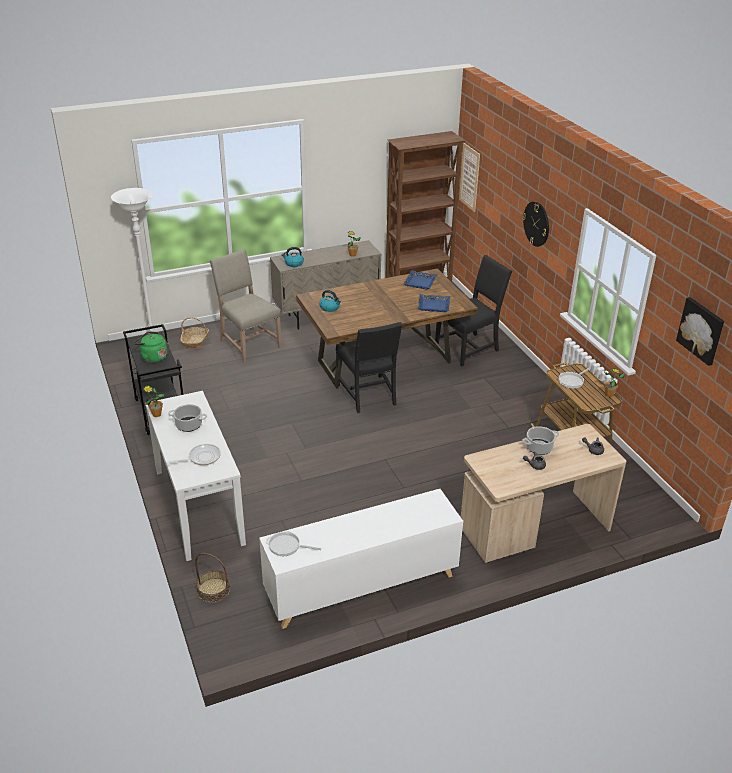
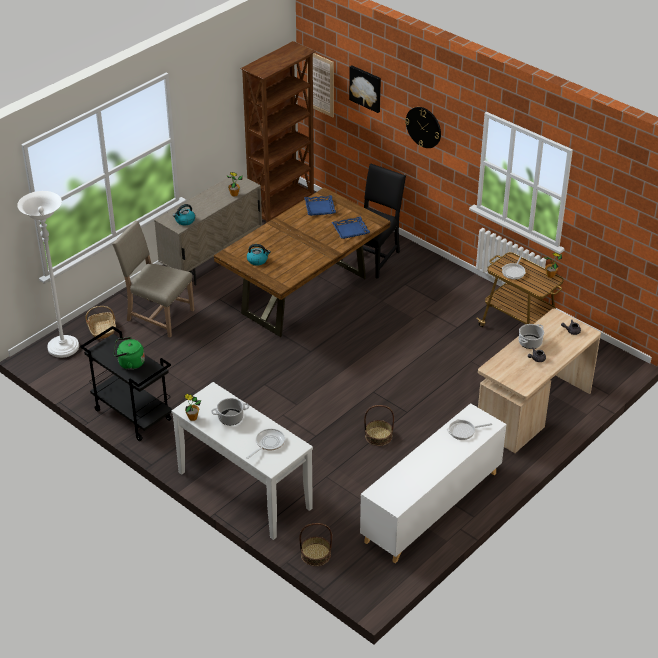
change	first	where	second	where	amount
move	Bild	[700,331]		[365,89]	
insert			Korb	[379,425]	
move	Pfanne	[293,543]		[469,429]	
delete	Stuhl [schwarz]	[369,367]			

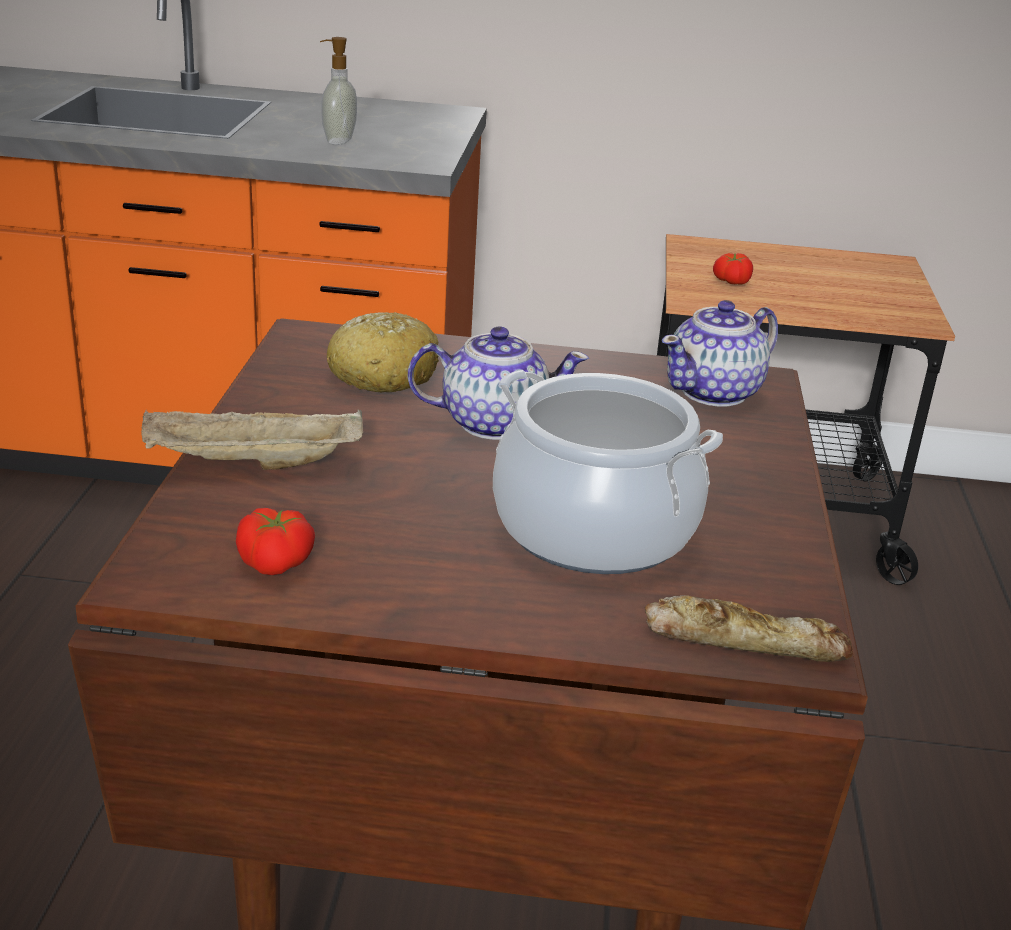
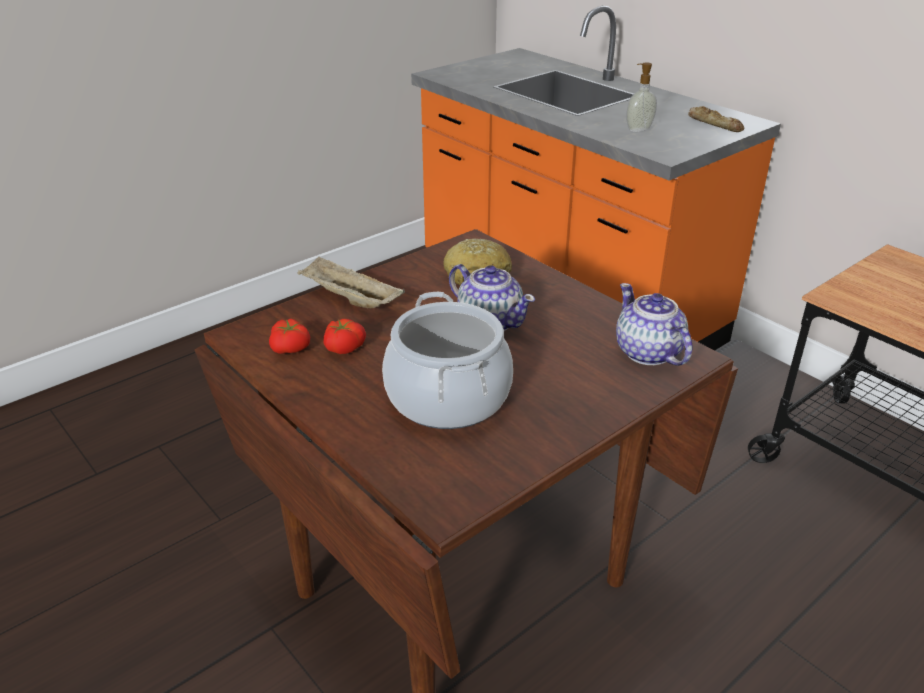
change	first	where	second	where	amount
move	Tomate	[733,269]		[345,336]	
rotate	Teekanne	[720,353]		[654,324]	60 degrees clockwise
move	Brot	[749,628]		[716,119]	

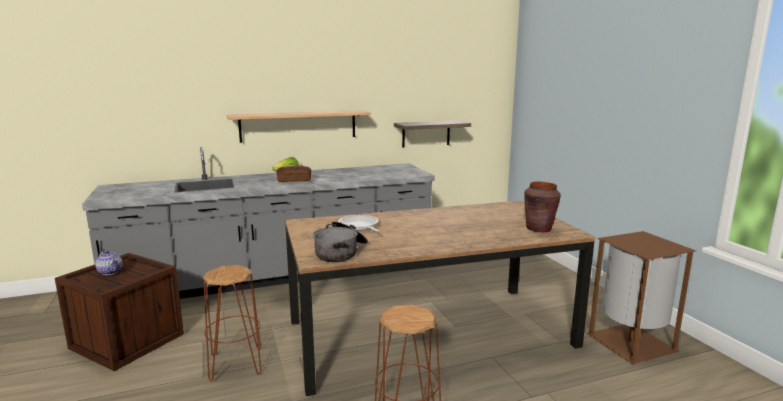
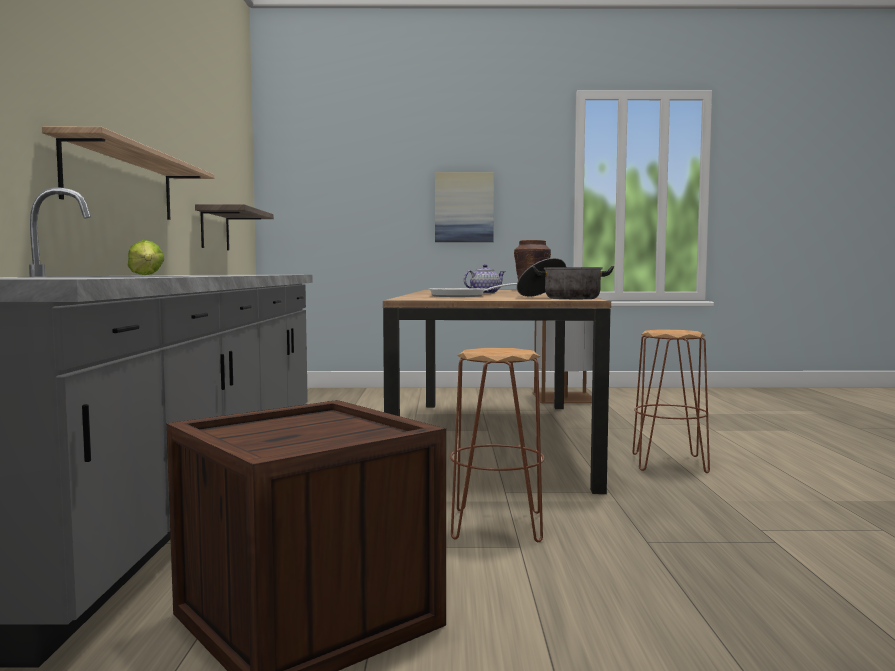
change	first	where	second	where	amount
insert			Bild	[464,207]	
move	Teekanne	[109,262]		[484,279]	
delete	Brot	[294,174]			

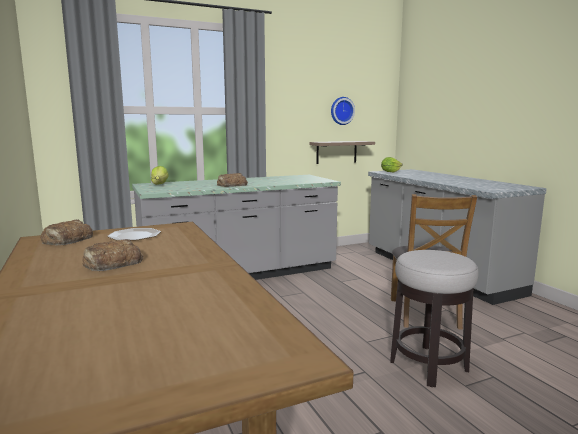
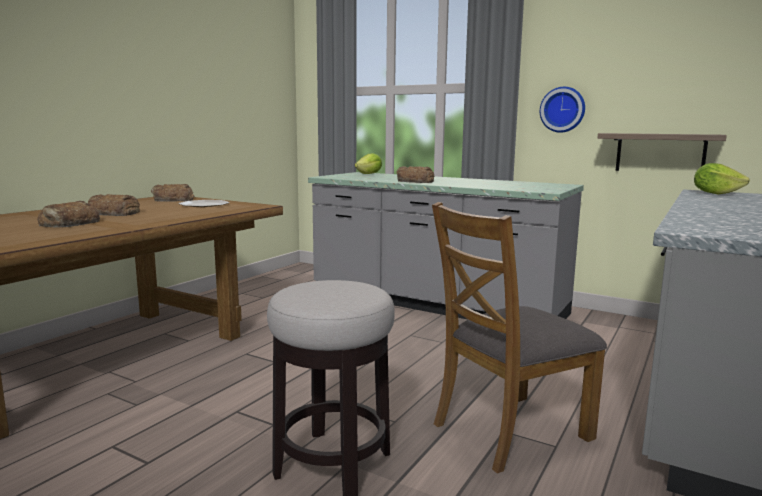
change	first	where	second	where	amount
insert			Brot	[68,214]	
move	Wanduhr	[343,111]		[562,110]	

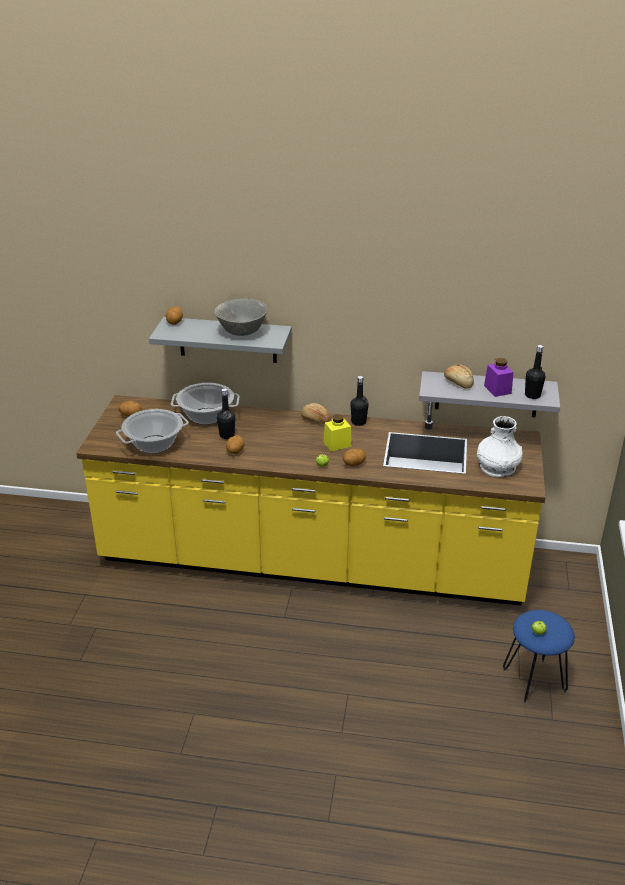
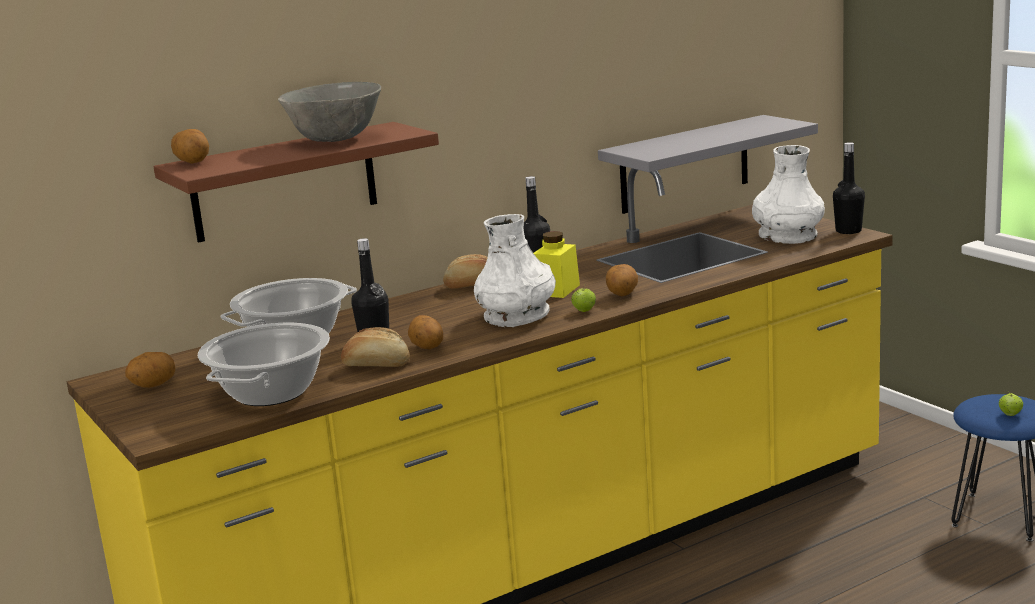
change	first	where	second	where	amount
recolor	Wandregal [grau]	[220,340]	Wandregal [braun]	[296,182]	
move	Brot	[459,376]		[375,347]	
insert			Vase [weiß]	[515,270]	
move	Flasche [schwarz]	[535,372]		[849,188]	
delete	Vorratsglas [lila]	[498,377]			

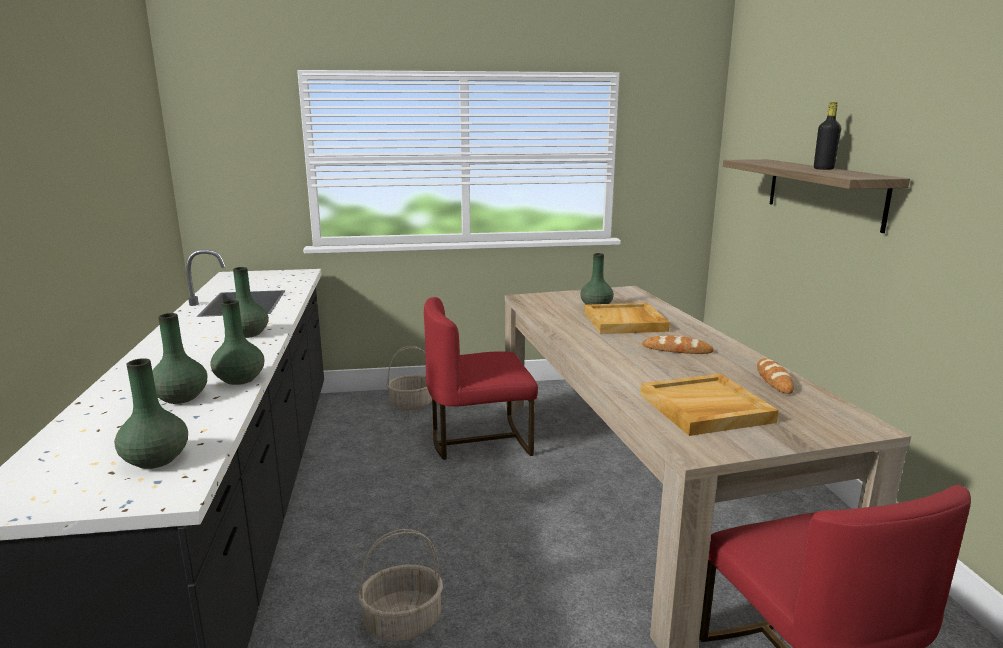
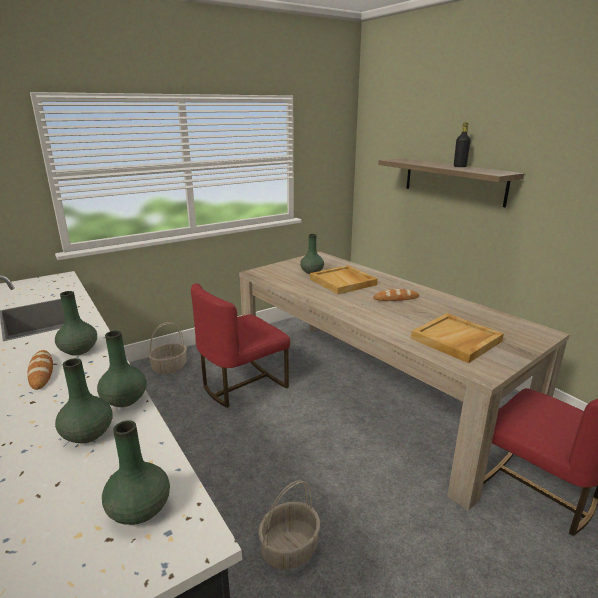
change	first	where	second	where	amount
move	Brot	[775,376]		[40,370]	

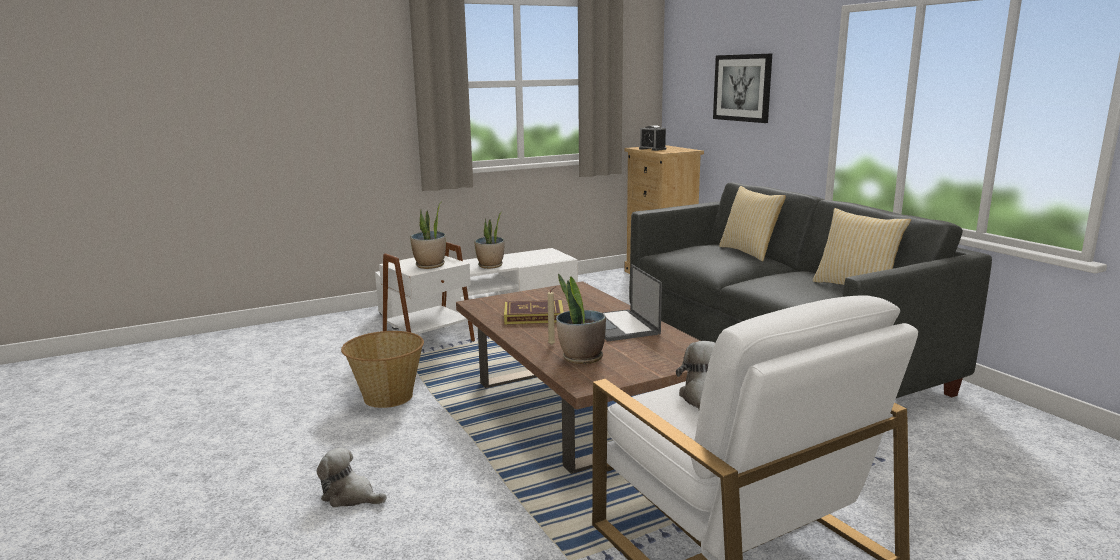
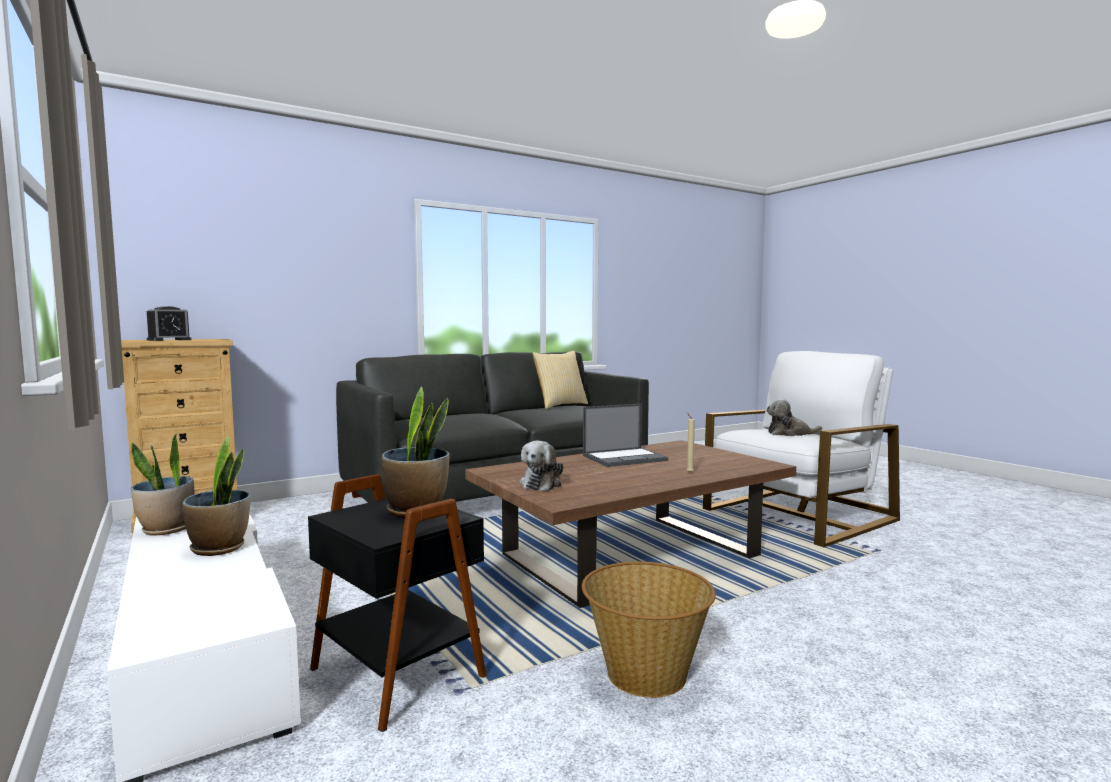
change	first	where	second	where	amount
move	Topfpflanze	[581,318]		[162,484]	
recolor	Beistelltisch [weiß]	[427,292]	Beistelltisch [schwarz]	[397,603]	
move	Plüschtier	[351,477]		[542,465]	
delete	Buch	[534,312]			
delete	Bild	[742,88]			
delete	Kissen	[752,224]			

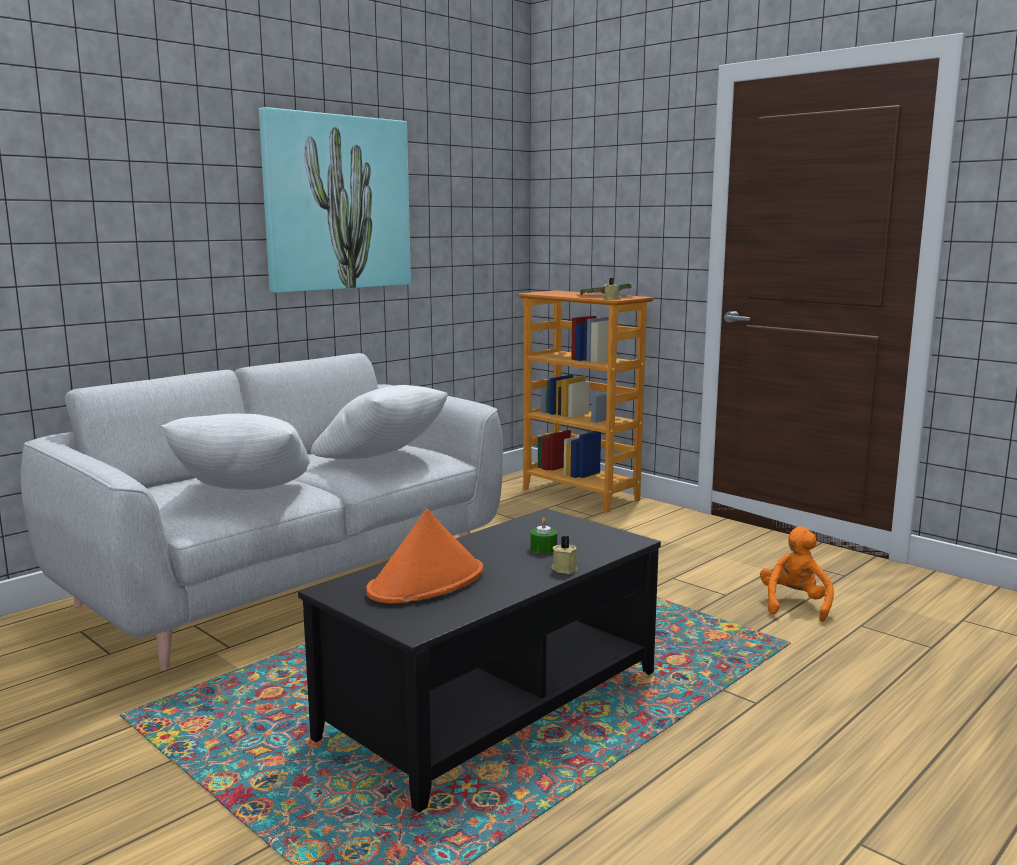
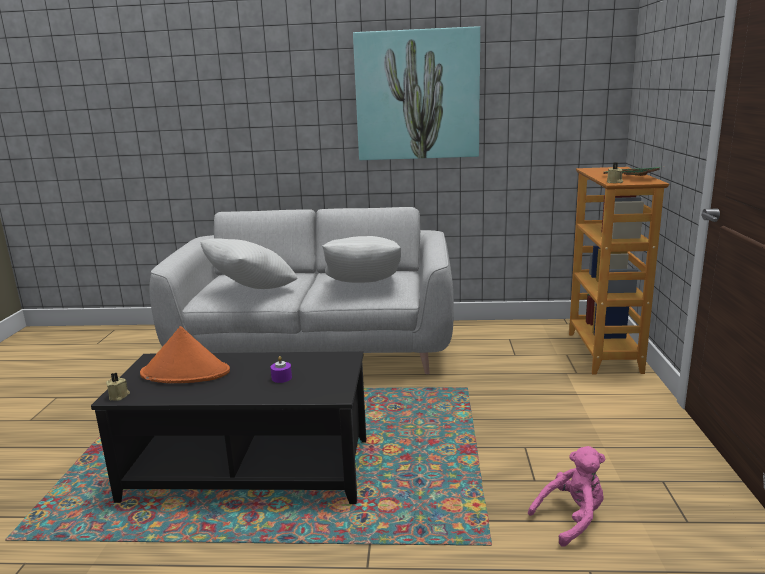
change	first	where	second	where	amount
move	Kerze [beige]	[564,555]		[118,386]	
recolor	Kerze [grün]	[543,536]	Kerze [lila]	[281,369]	
recolor	Plüschtier [orange]	[797,574]	Plüschtier [rosa]	[566,496]	

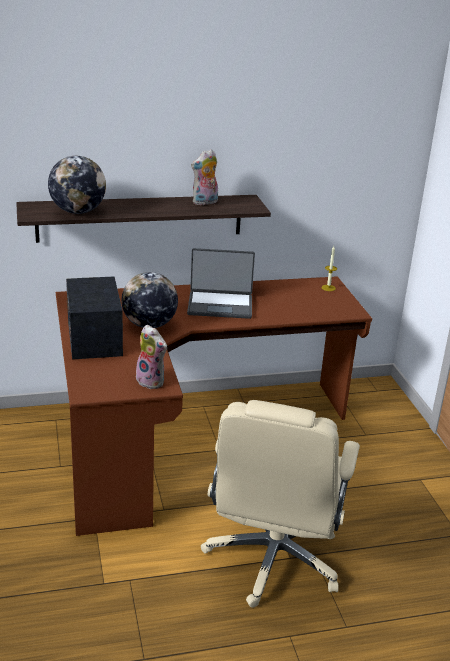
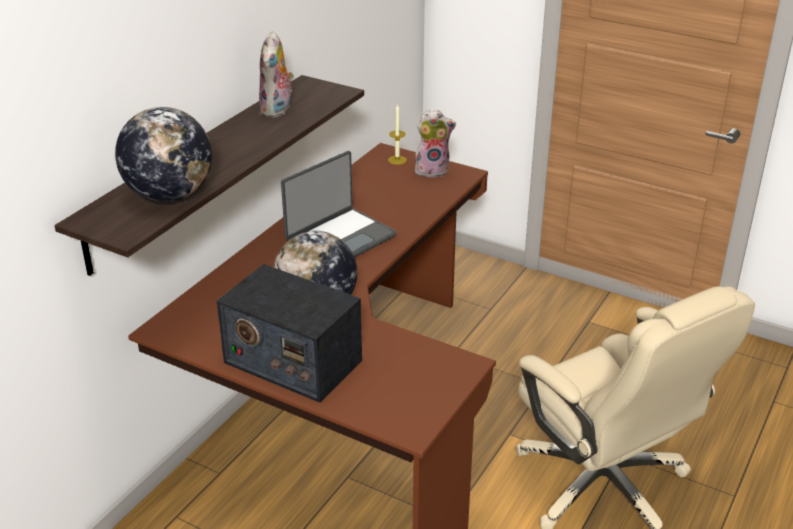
change	first	where	second	where	amount
move	Plüschtier	[151,357]		[435,144]	

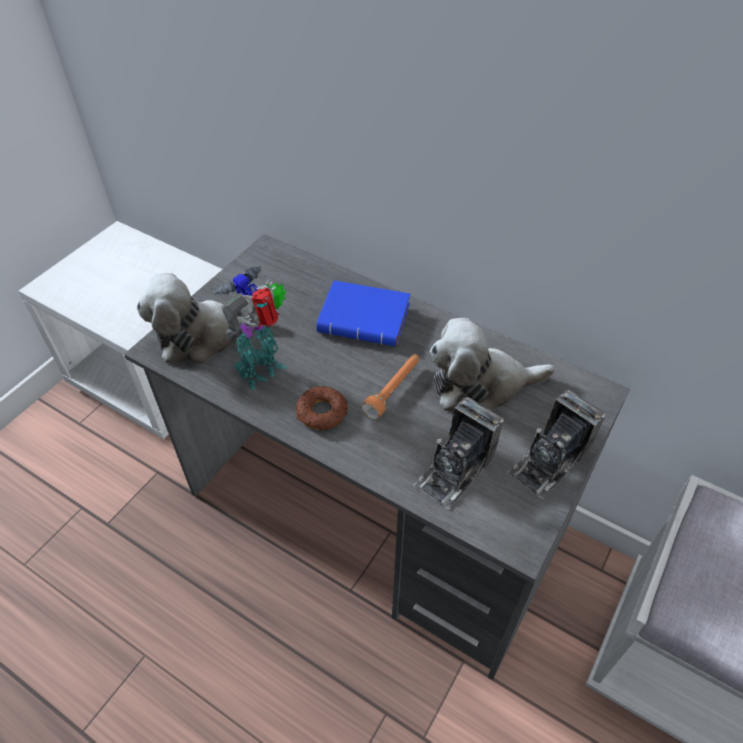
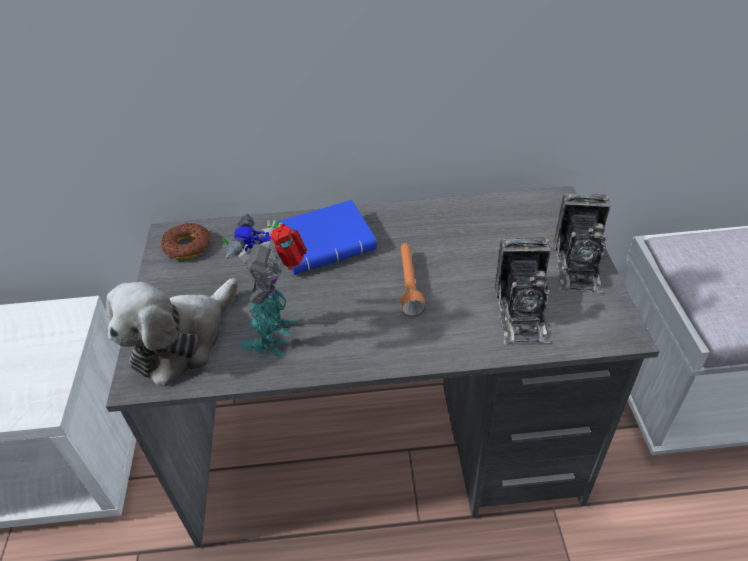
change	first	where	second	where	amount
move	Donut	[322,408]		[186,241]	
delete	Plüschtier	[492,365]			

